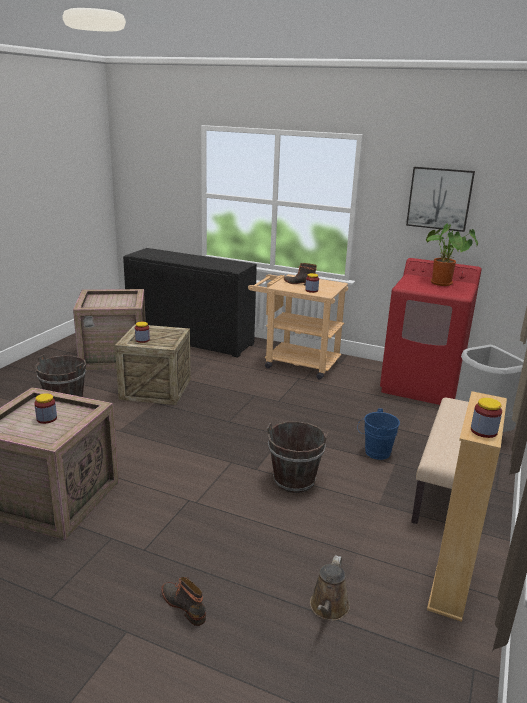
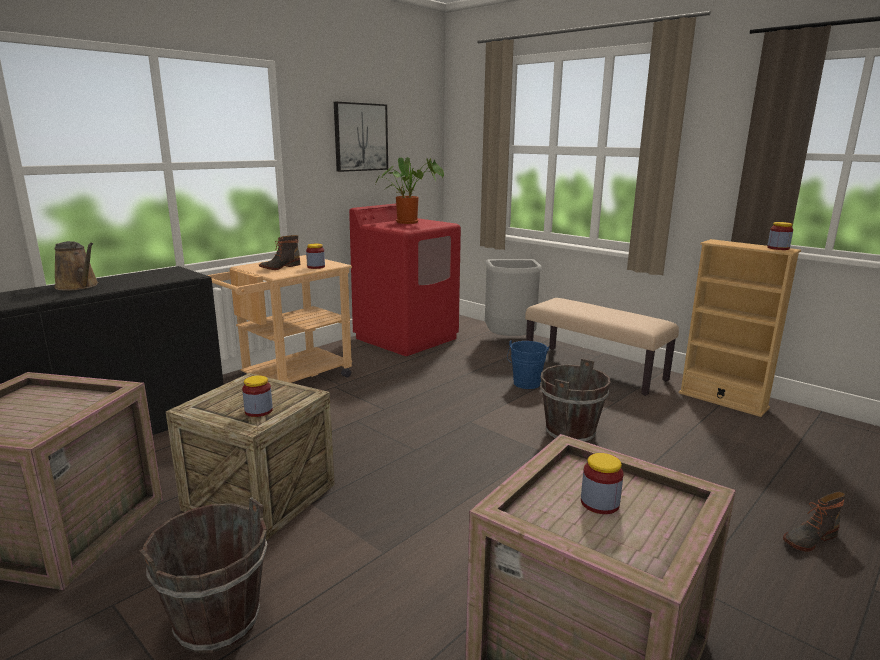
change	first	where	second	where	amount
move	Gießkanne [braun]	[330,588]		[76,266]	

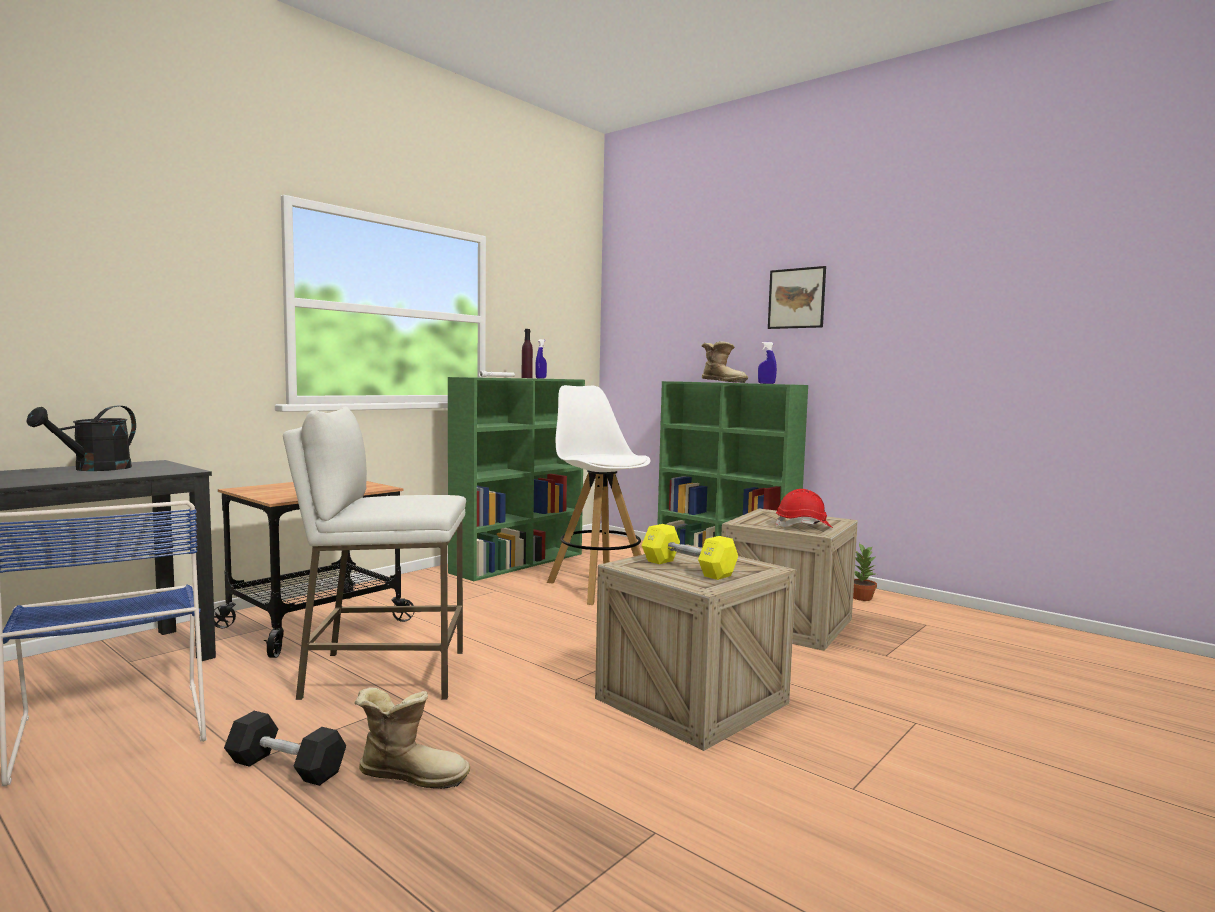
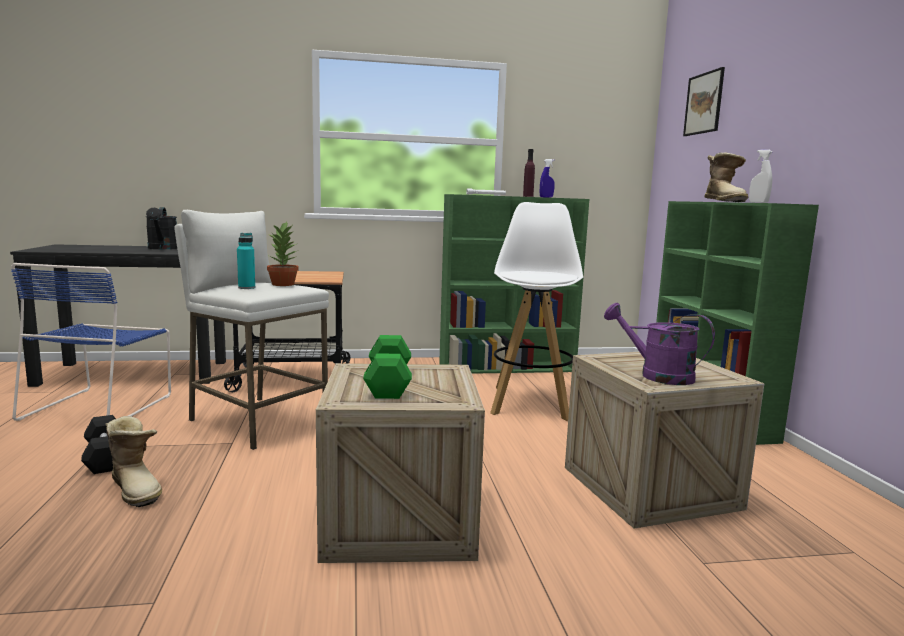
change	first	where	second	where	amount
rotate	Gießkanne [schwarz]	[81,438]		[161,228]	75 degrees counterclockwise
insert			Flasche [türkis]	[246,261]	
move	Topfpflanze	[865,572]		[283,254]	
recolor	Hantel [gelb]	[689,552]	Hantel [grün]	[387,367]	
replace	Schutzhelm [rot]	[804,508]	Gießkanne [lila]	[659,344]	
move	Bild	[797,297]		[704,101]	
recolor	Sprühflasche [blau]	[767,363]	Sprühflasche [weiß]	[760,176]	

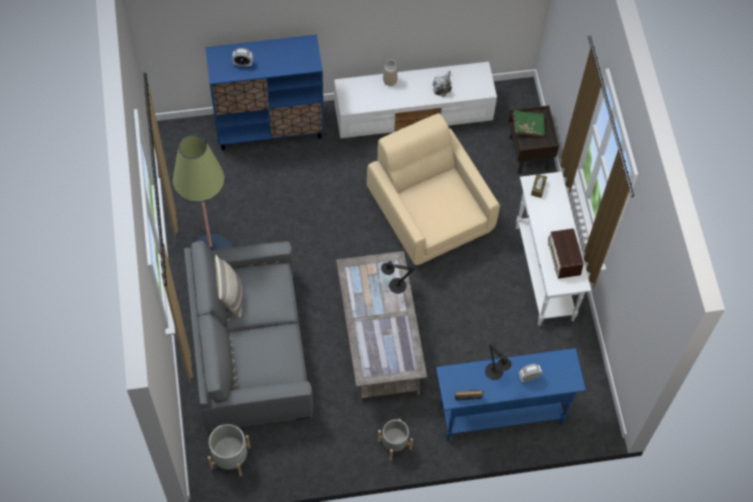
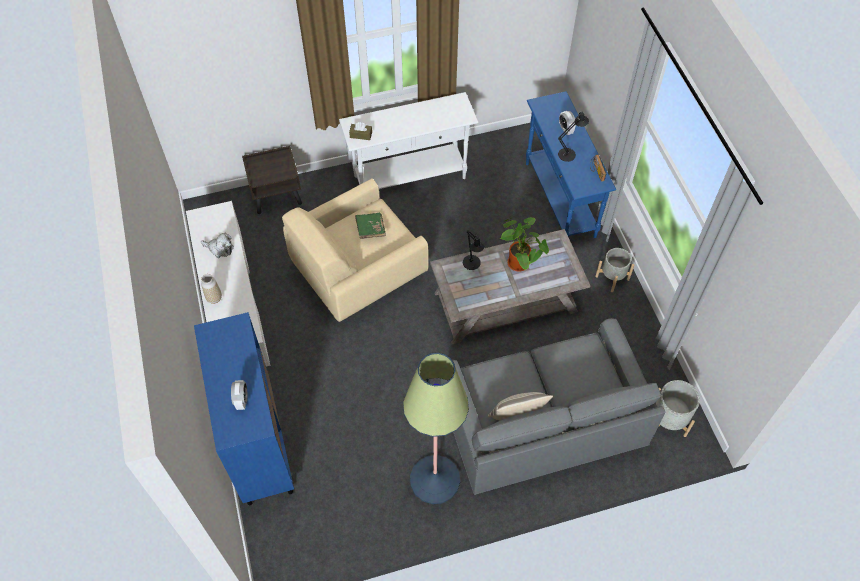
change	first	where	second	where	amount
move	Buch [grün]	[529,123]		[370,226]	
insert			Topfpflanze	[524,245]	
delete	Radio	[566,253]			

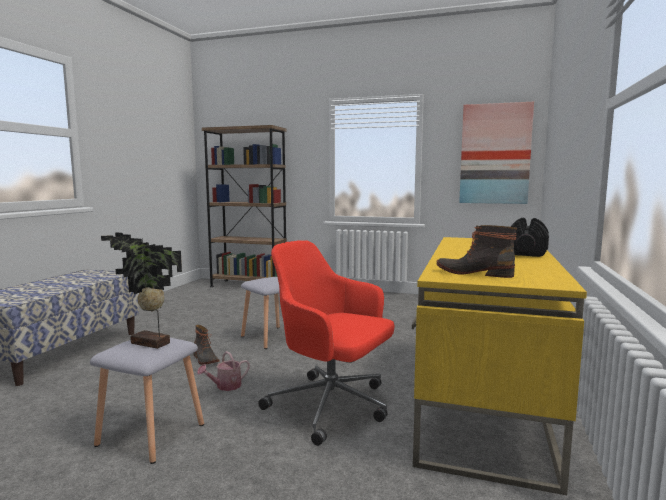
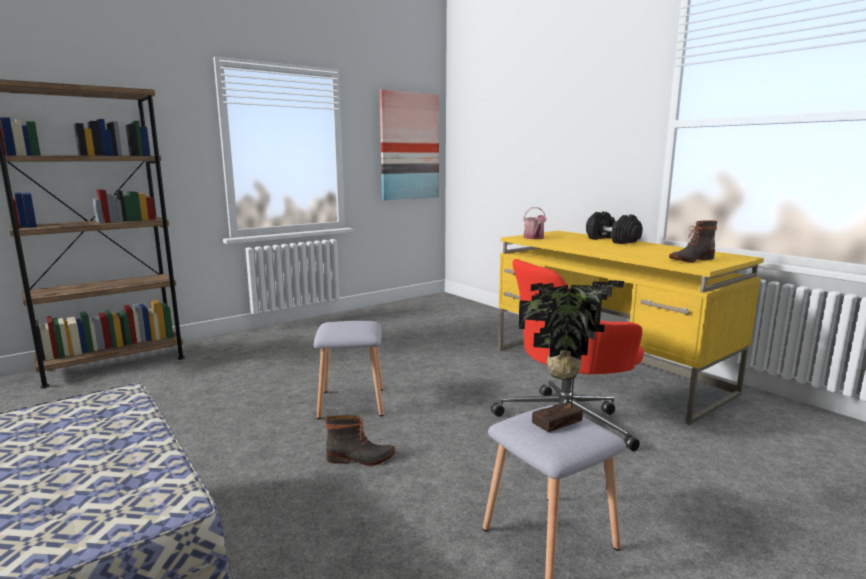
change	first	where	second	where	amount
move	Gießkanne	[223,371]		[534,223]	

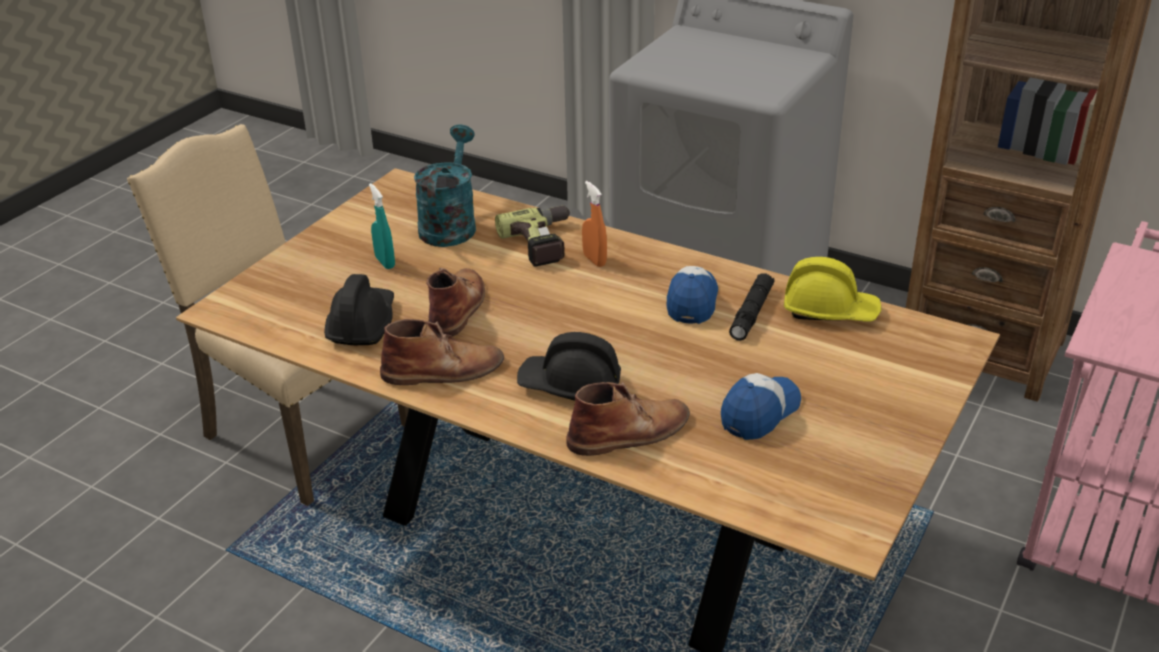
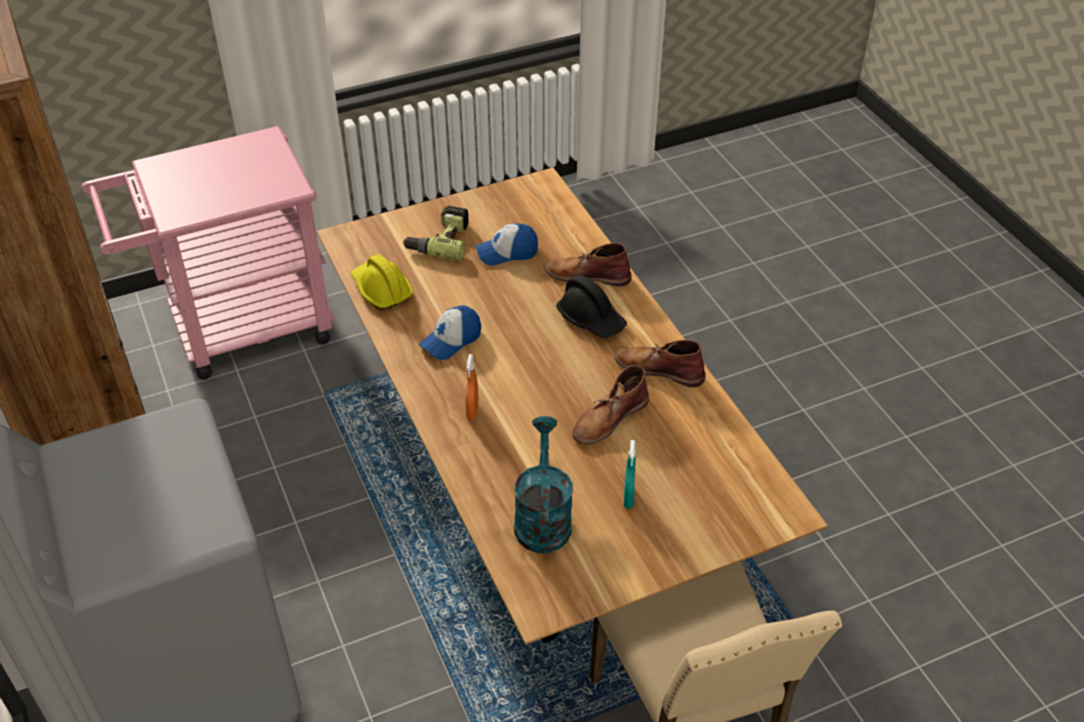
change	first	where	second	where	amount
move	Bohrmaschine	[533,236]		[435,233]	
rotate	Gießkanne [türkis]	[445,185]		[543,485]	135 degrees clockwise
delete	Schutzhelm [schwarz]	[359,309]			
delete	Taschenlampe [schwarz]	[752,307]			

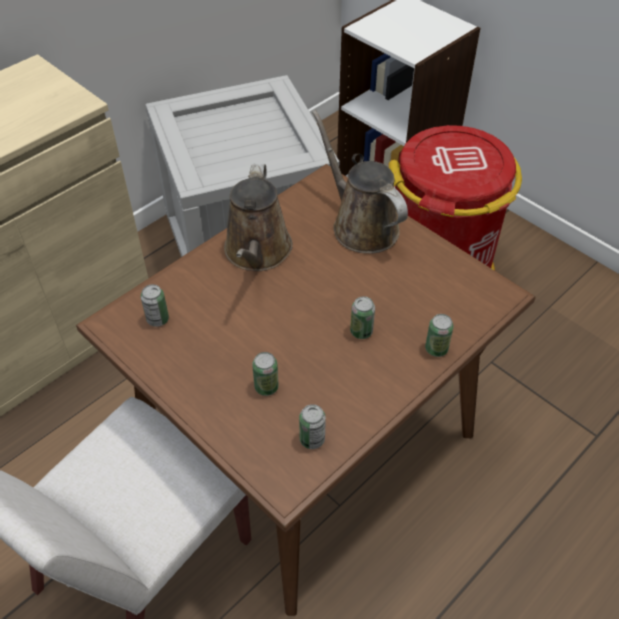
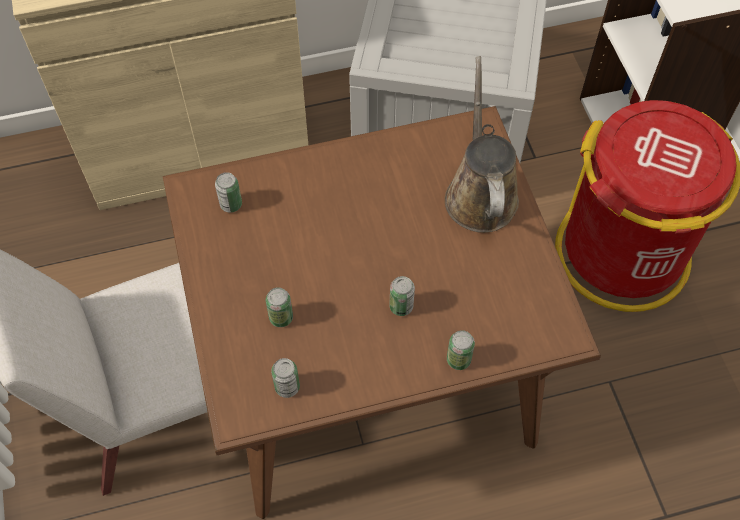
change	first	where	second	where	amount
delete	Gießkanne [braun]	[258,217]			

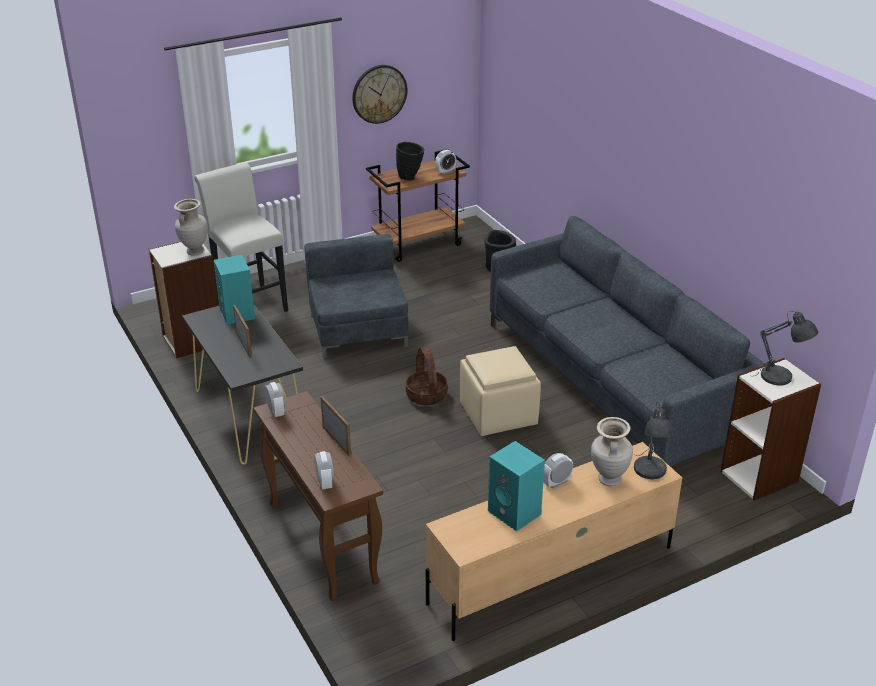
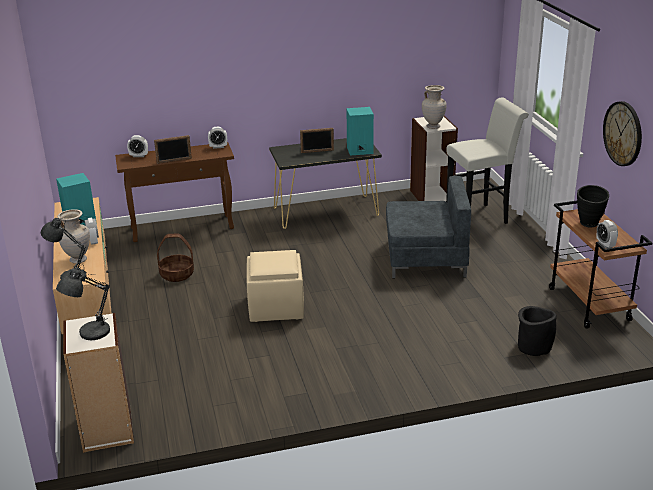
change	first	where	second	where	amount
move	Korb	[427,376]		[175,257]	
delete	Sofa [grau]	[628,341]			

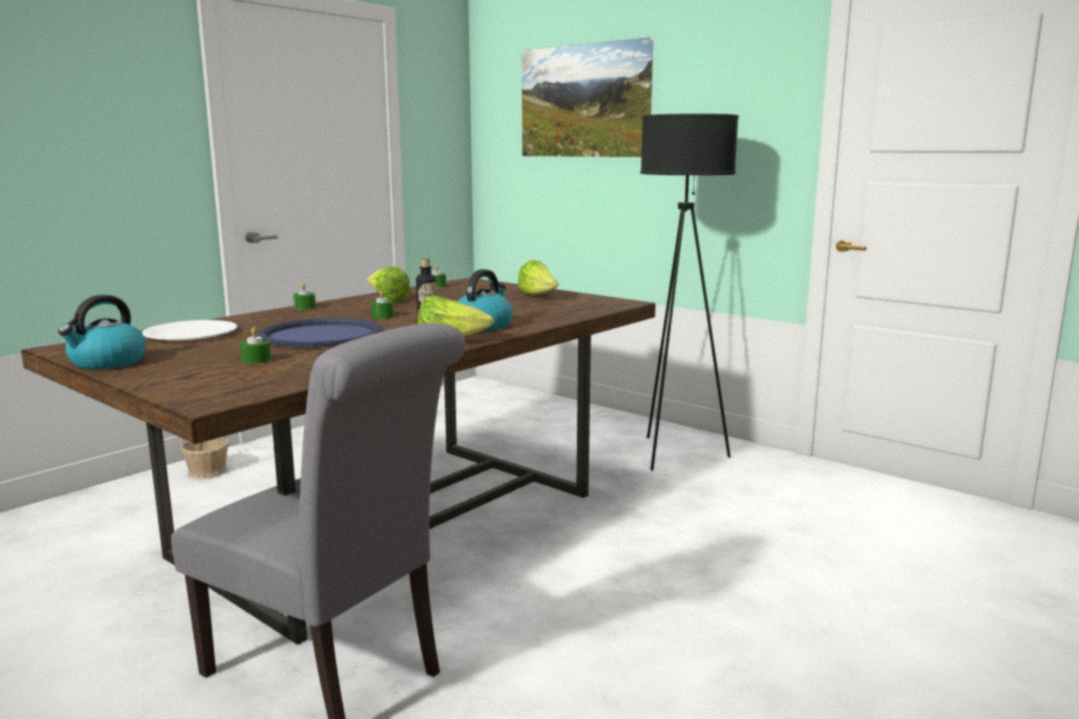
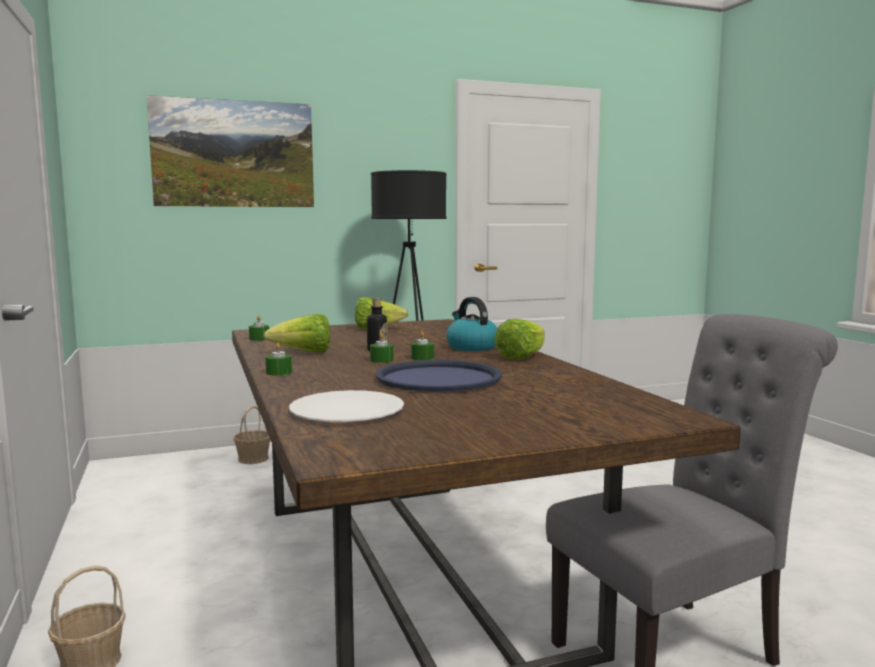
change	first	where	second	where	amount
insert			Korb	[251,434]	
move	Kerze [grün]	[255,345]		[422,346]	
delete	Wasserkessel	[102,332]			

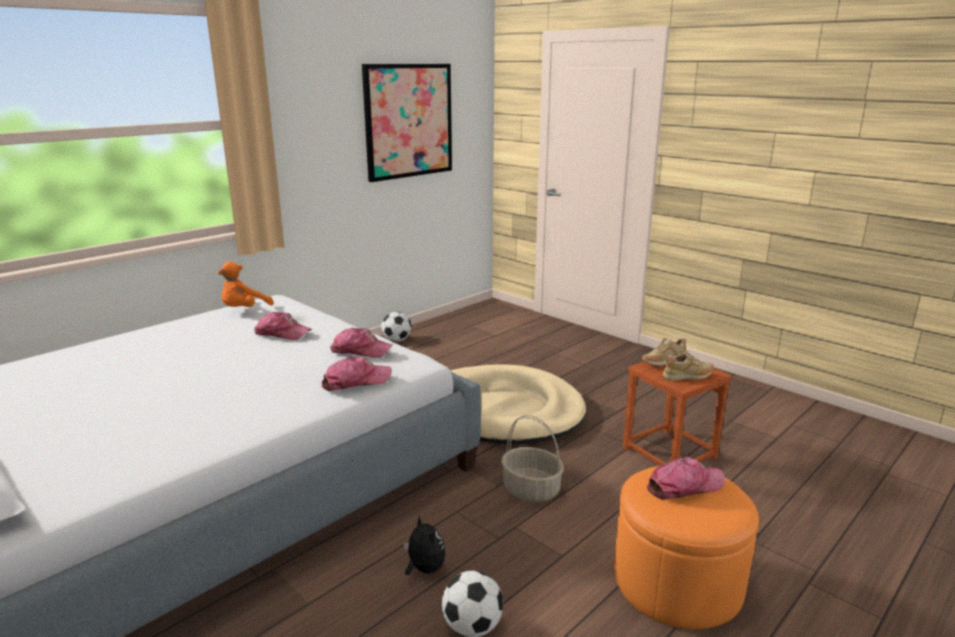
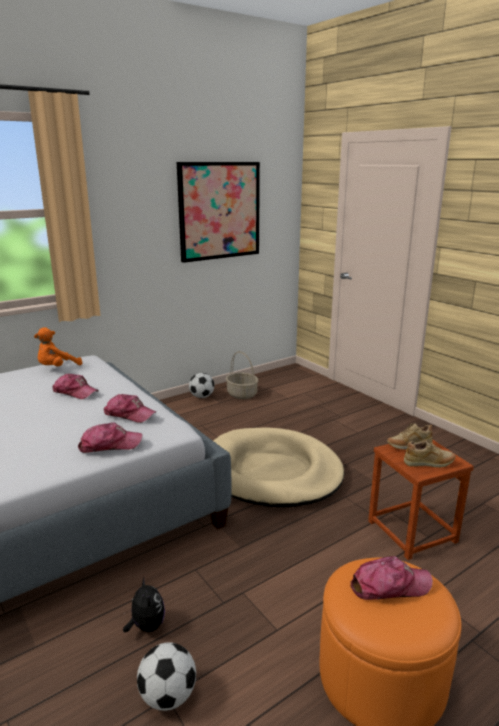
change	first	where	second	where	amount
move	Korb	[532,458]		[242,375]	

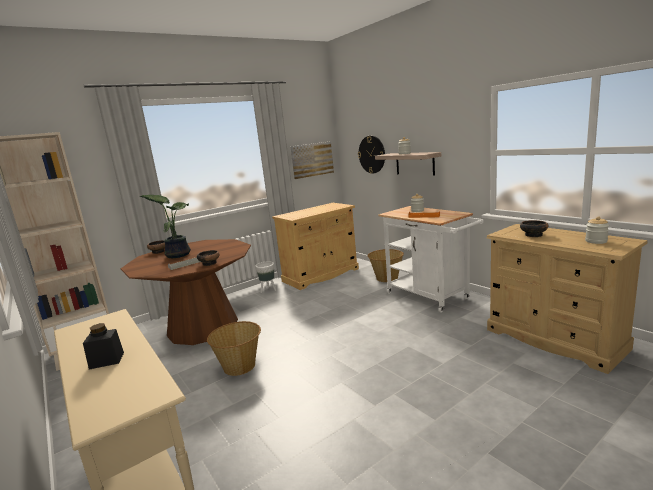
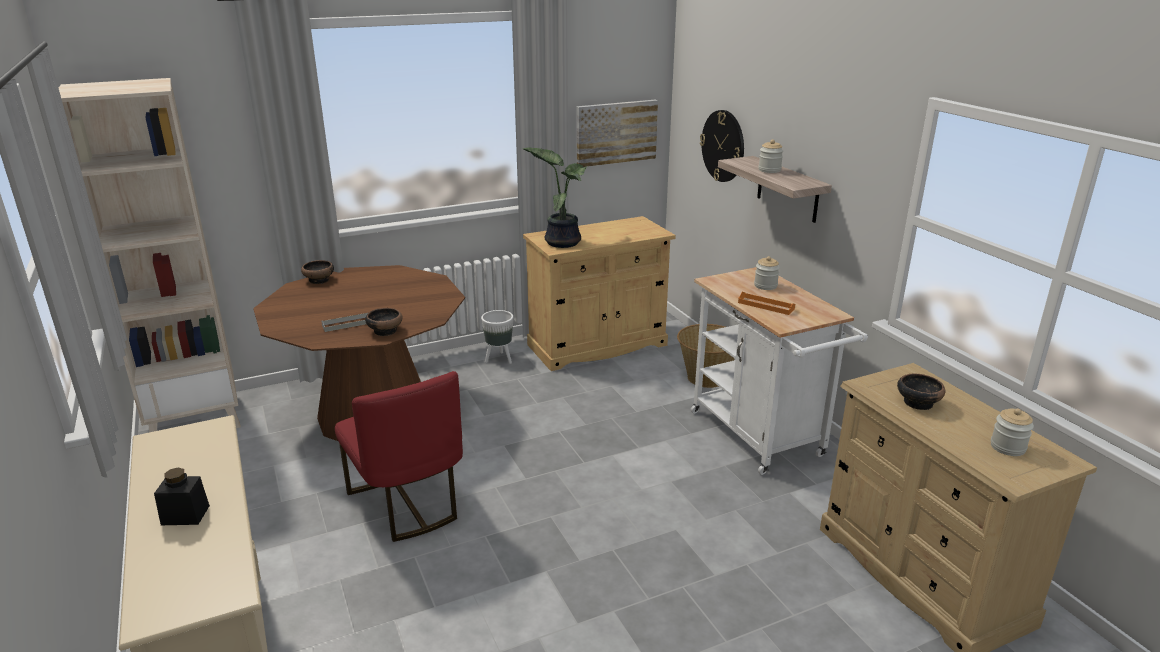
change	first	where	second	where	amount
replace	Korb	[234,348]	Stuhl [rot]	[399,456]	
move	Topfpflanze	[165,226]		[555,197]	

